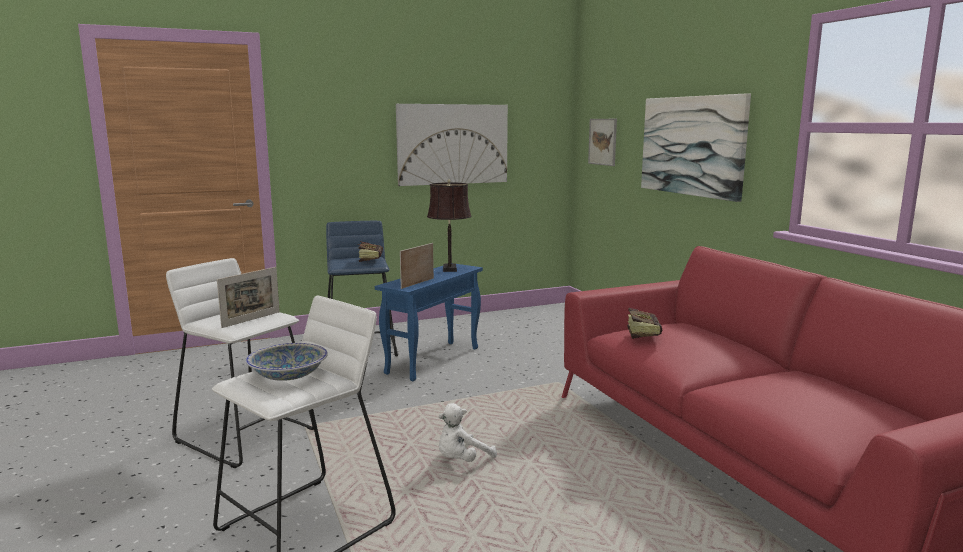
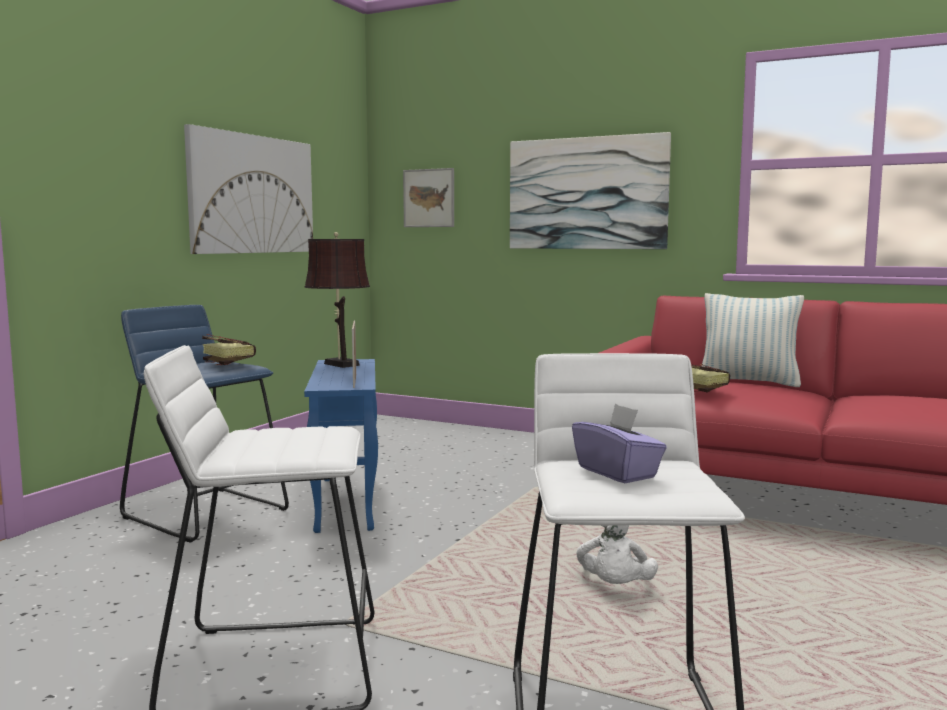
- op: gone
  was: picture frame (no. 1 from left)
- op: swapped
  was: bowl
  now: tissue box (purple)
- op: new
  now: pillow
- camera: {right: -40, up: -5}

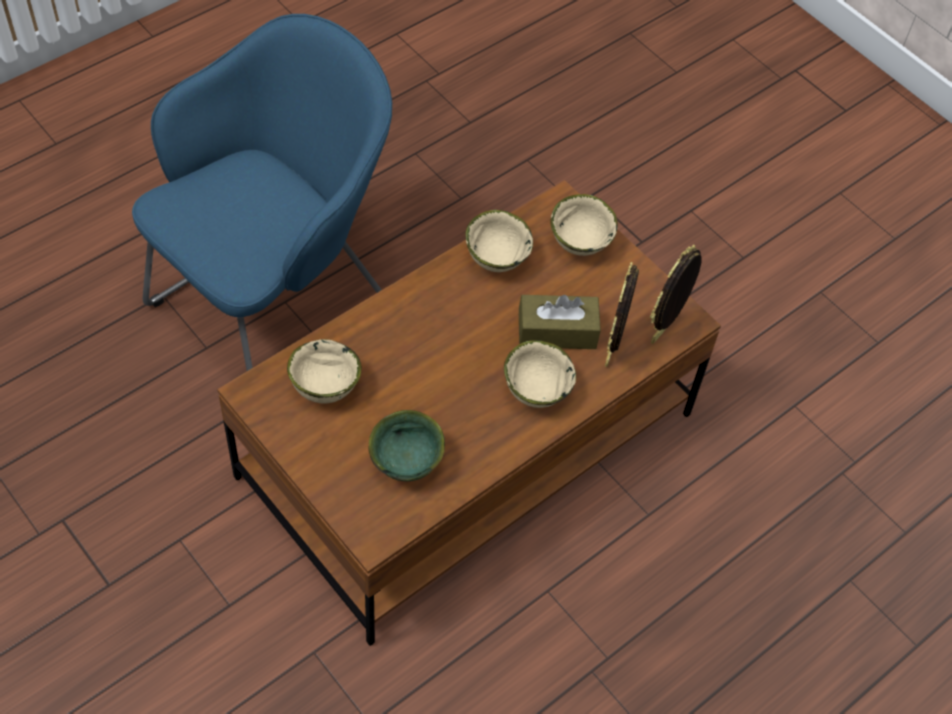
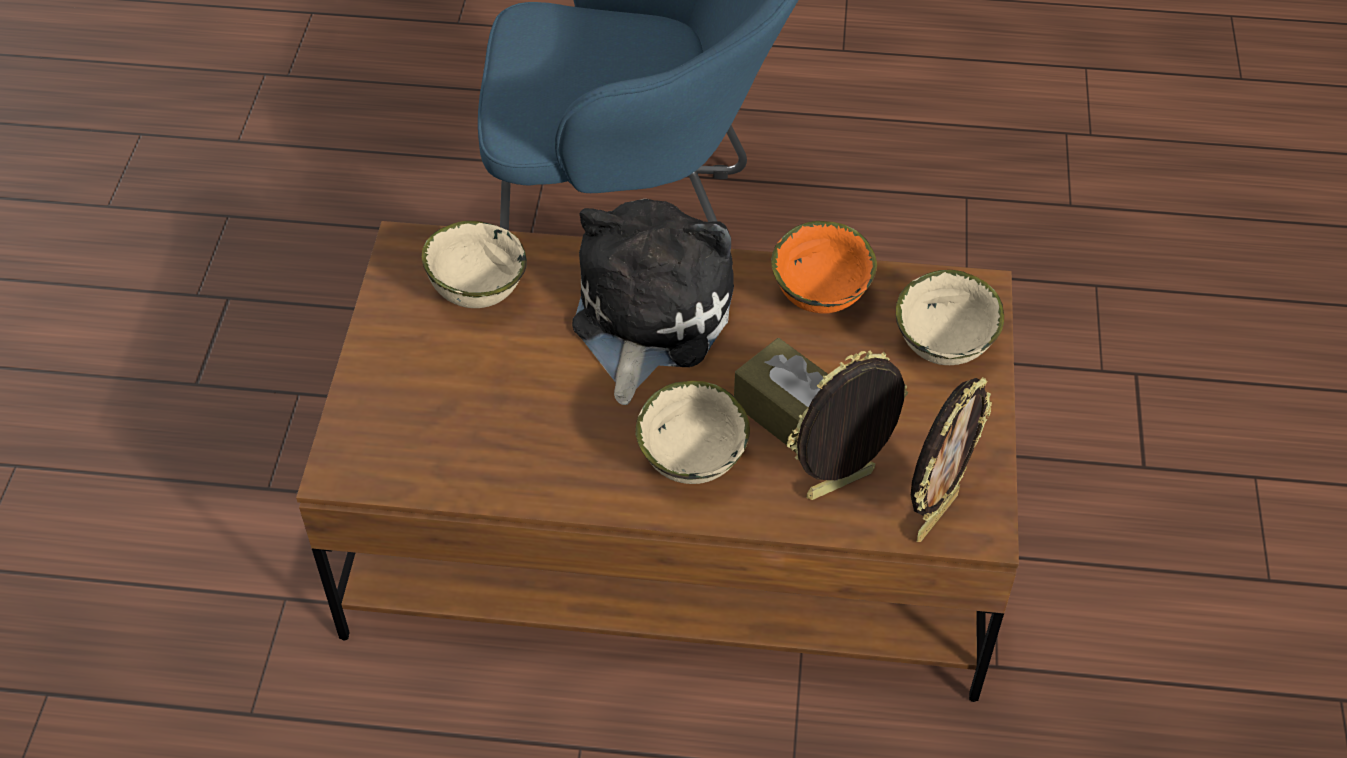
- op: repainted
  was: bowl (beige) (no. 2 from left)
  now: bowl (orange)
- op: rotated
  was: picture frame (no. 2 from left)
  clockwise: 135
- op: gone
  was: bowl (green)
- op: new
  now: plush toy
- camera: {right: 50, up: -5}

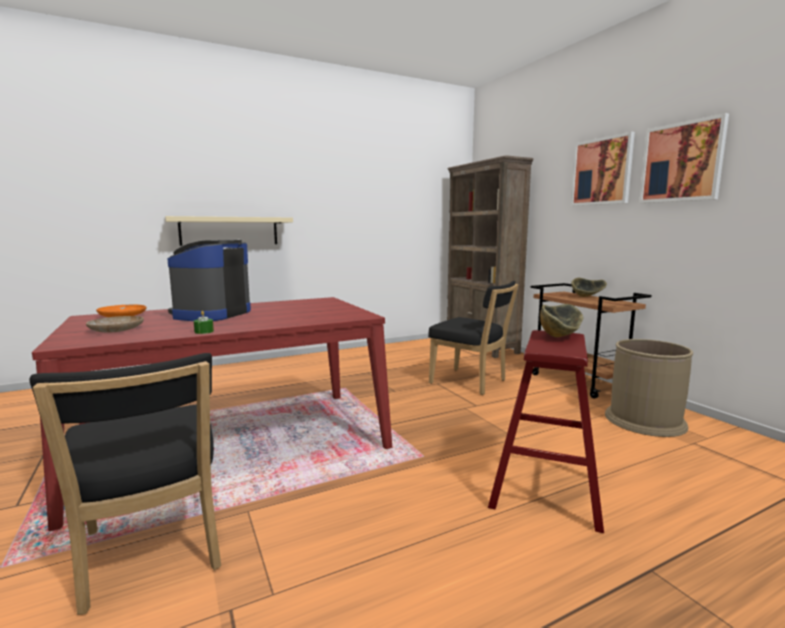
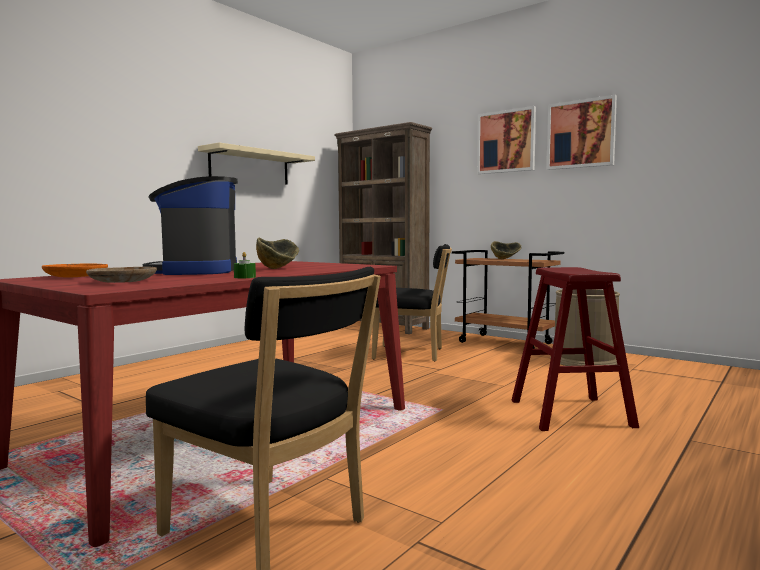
- op: shifted
  was: shelf (beige)
- op: shifted
  was: bowl (no. 1 from left)
- camera: {right: -25, up: -5}

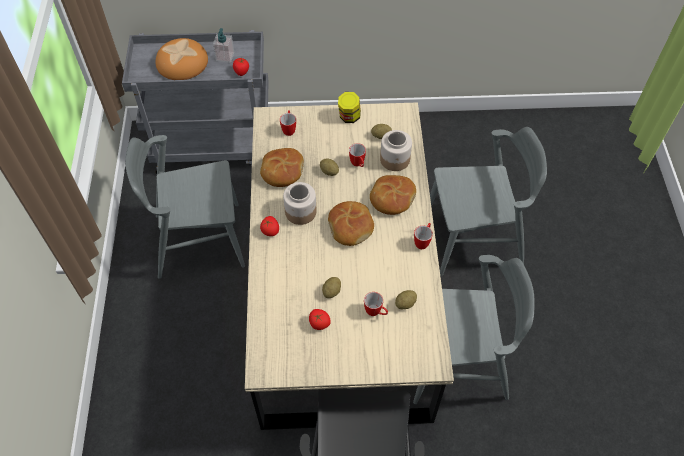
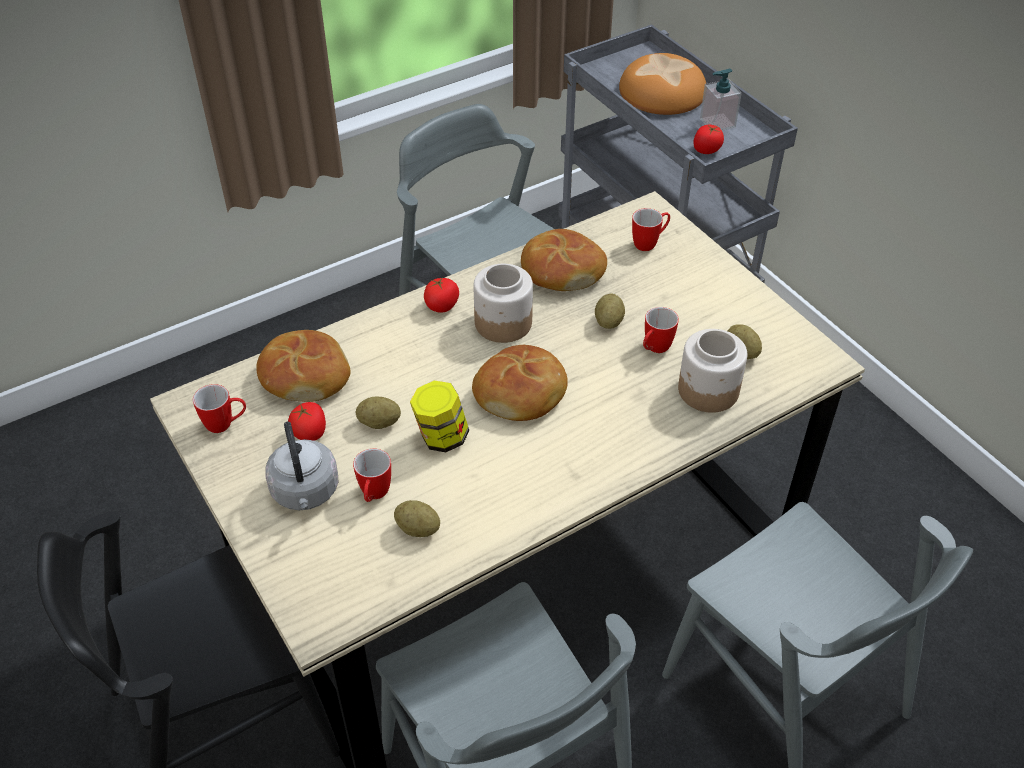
- op: shifted
  was: jar (no. 2 from left in the first image)
  now: jar (no. 1 from left)
- op: shifted
  was: bread (no. 4 from left in the first image)
  now: bread (no. 1 from left)
- op: shifted
  was: mug (no. 4 from left in the first image)
  now: mug (no. 1 from left)
- op: new
  now: kettle (grey)
- camera: {right: 60, up: -10}

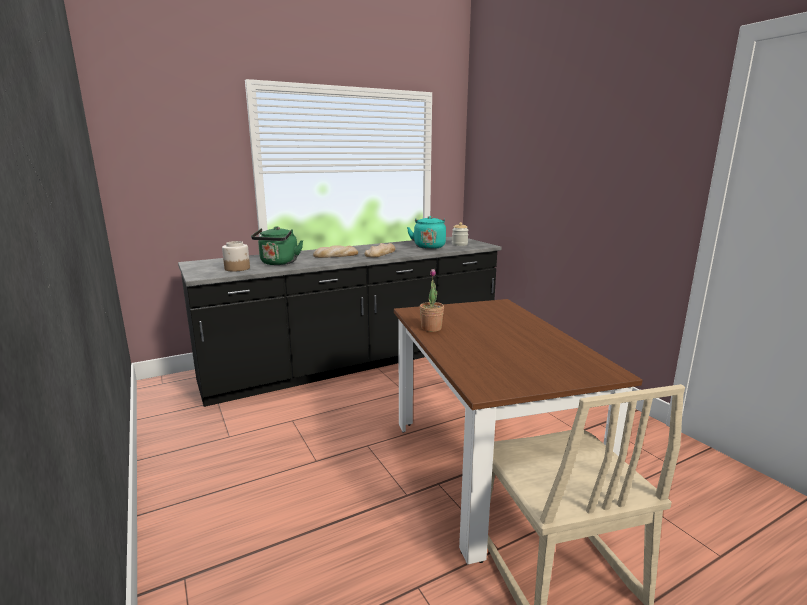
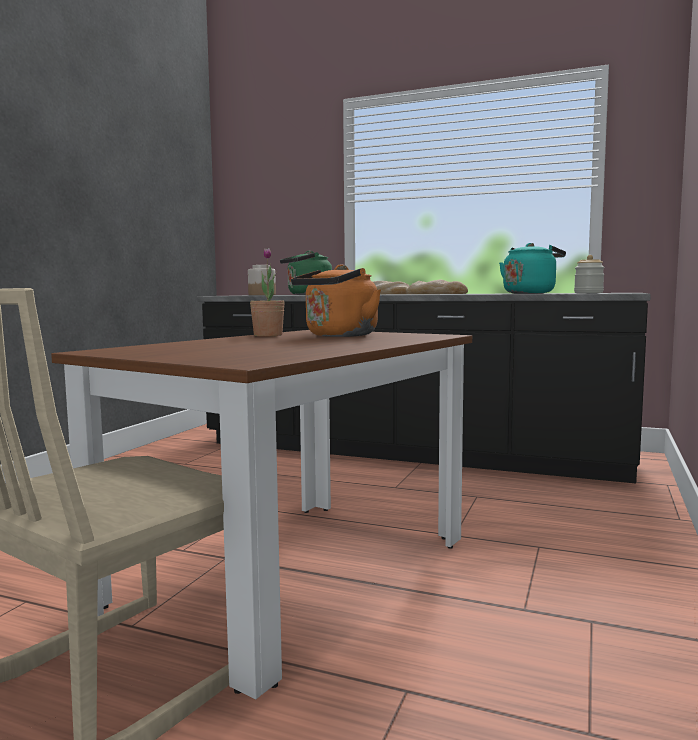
- op: new
  now: kettle (orange)
- camera: {right: 50, up: -10}

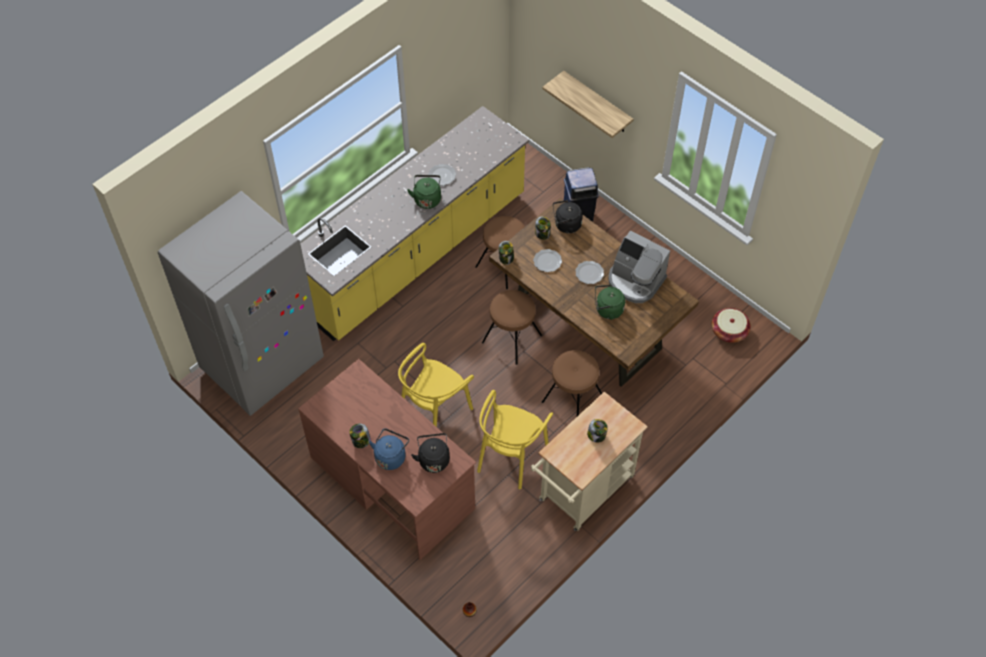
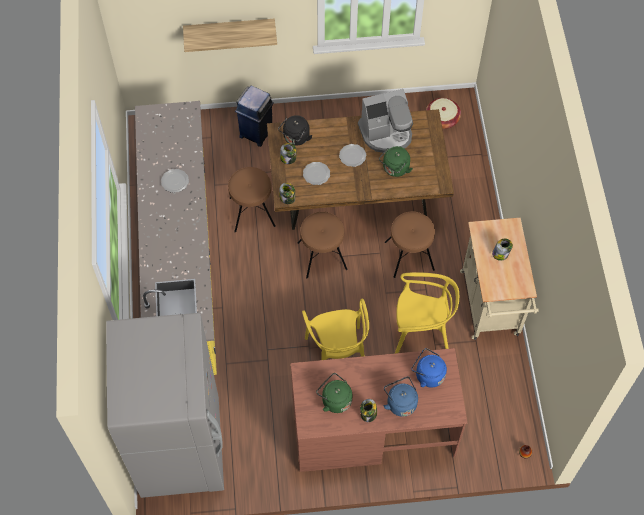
- op: shifted
  was: kettle (green) (no. 1 from left)
- op: rotated
  was: chair (yellow) (no. 2 from left)
  clockwise: -60
- op: repainted
  was: kettle (black) (no. 1 from left)
  now: kettle (blue) (no. 2 from left)
- camera: {right: -50, up: 5}

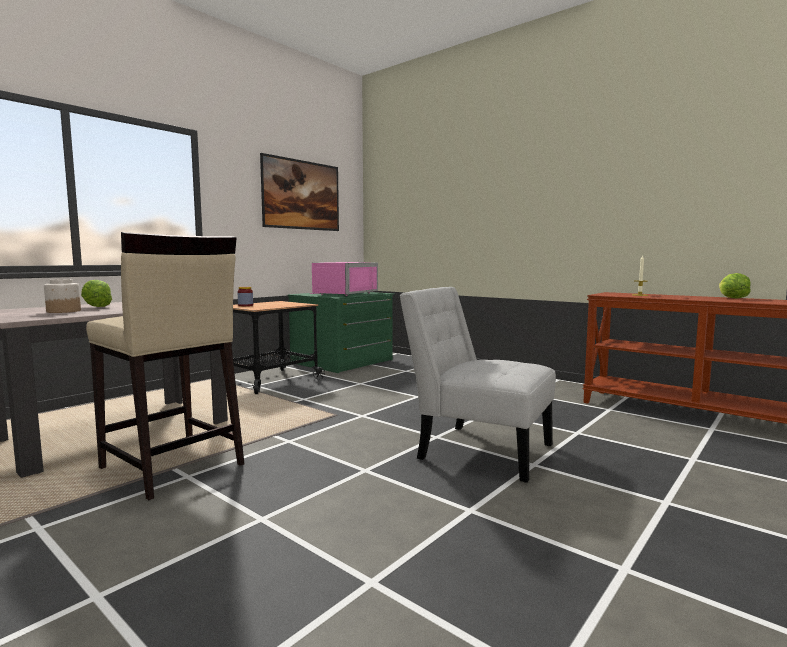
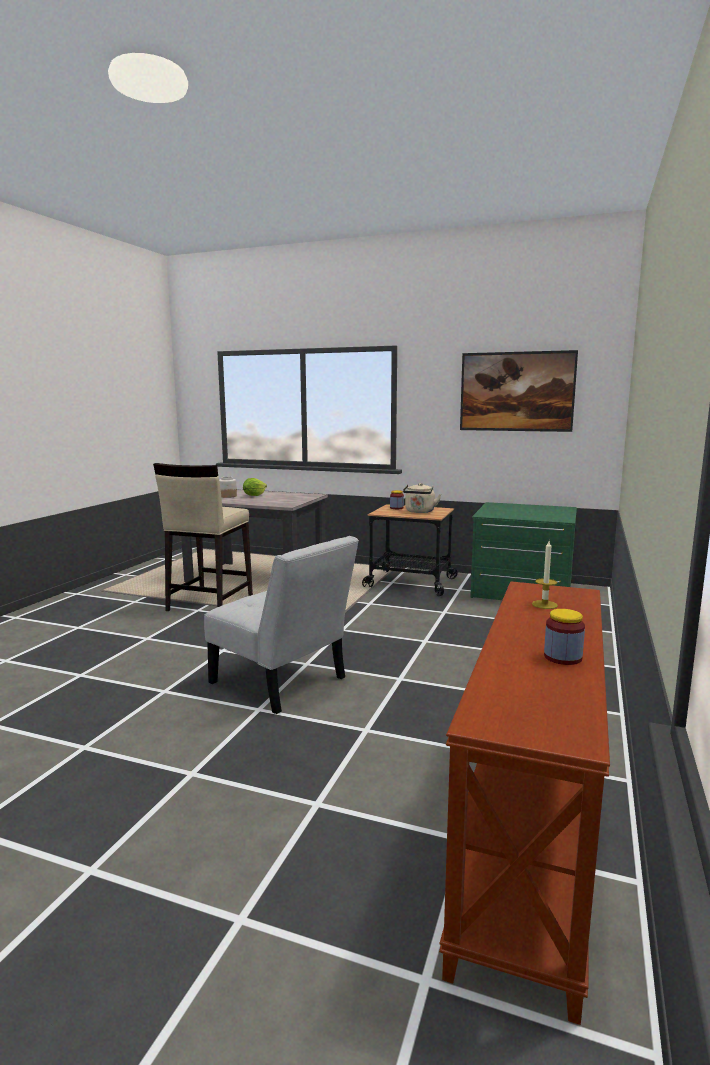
- op: gone
  was: microwave (pink)
- op: swapped
  was: lettuce (no. 2 from left)
  now: jar (no. 3 from left)
- op: rotated
  was: chair (white)
  clockwise: 120
- op: new
  now: kettle (beige)
- camera: {right: 70, up: 5}

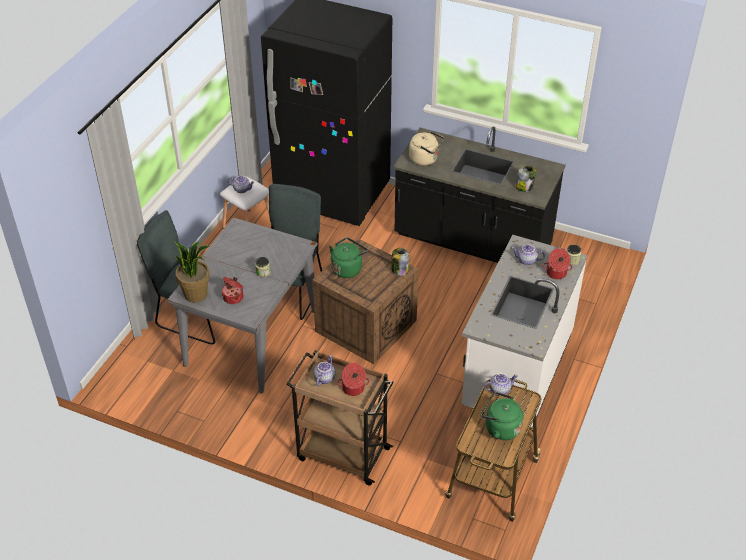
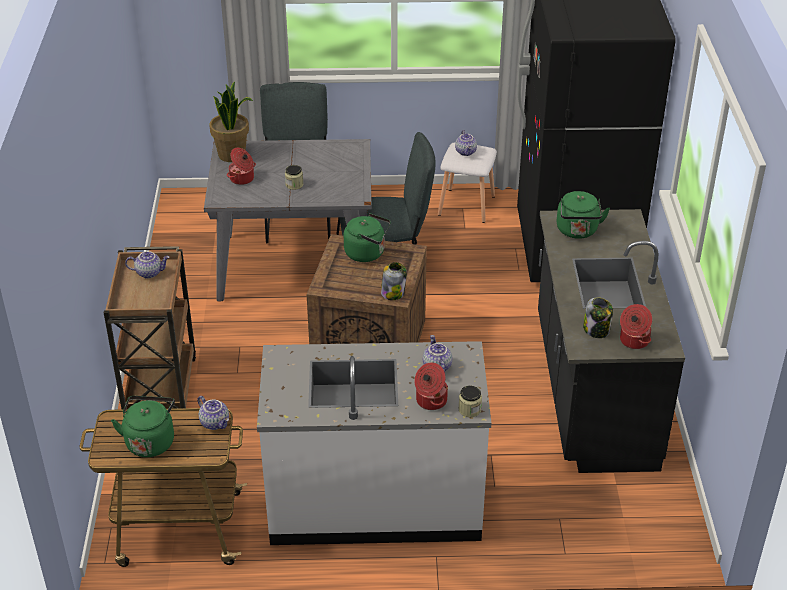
- op: repainted
  was: kettle (beige)
  now: kettle (green) (no. 3 from left)
- op: shifted
  was: cooking pot (no. 2 from left in the first image)
  now: cooking pot (no. 3 from left)
- camera: {right: 65, up: -5}

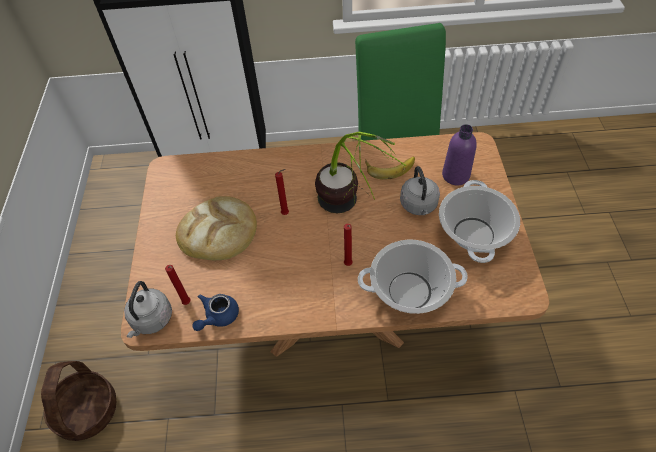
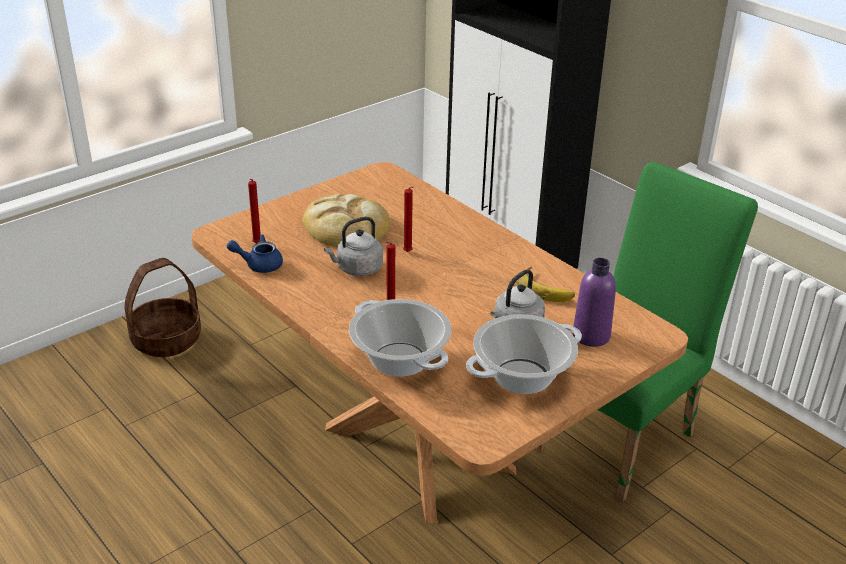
- op: gone
  was: potted plant
- op: shifted
  was: kettle (grey) (no. 1 from left)
- camera: {right: 50, up: -20}

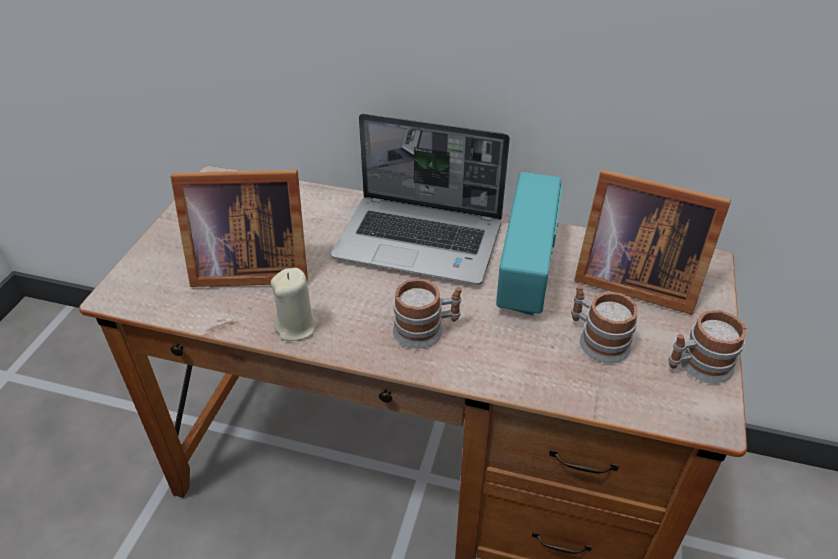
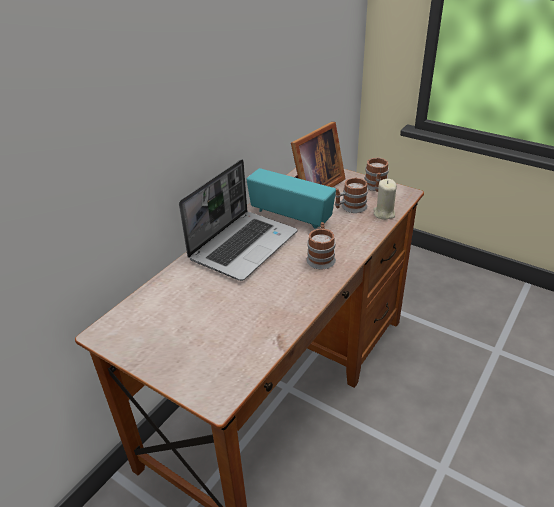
- op: gone
  was: picture frame (no. 1 from left)
- op: shifted
  was: candle (beige)
- camera: {right: -70, up: -5}

